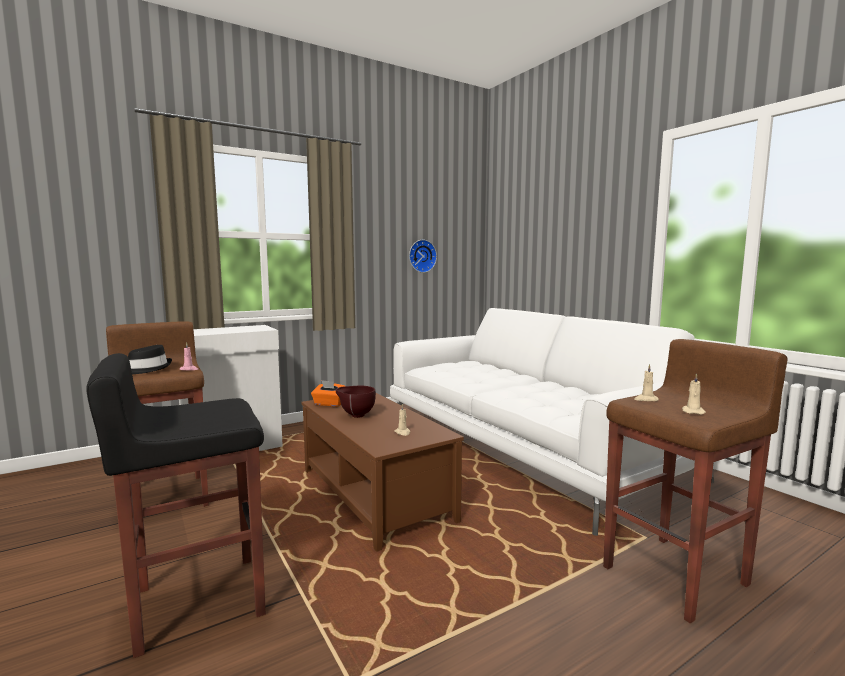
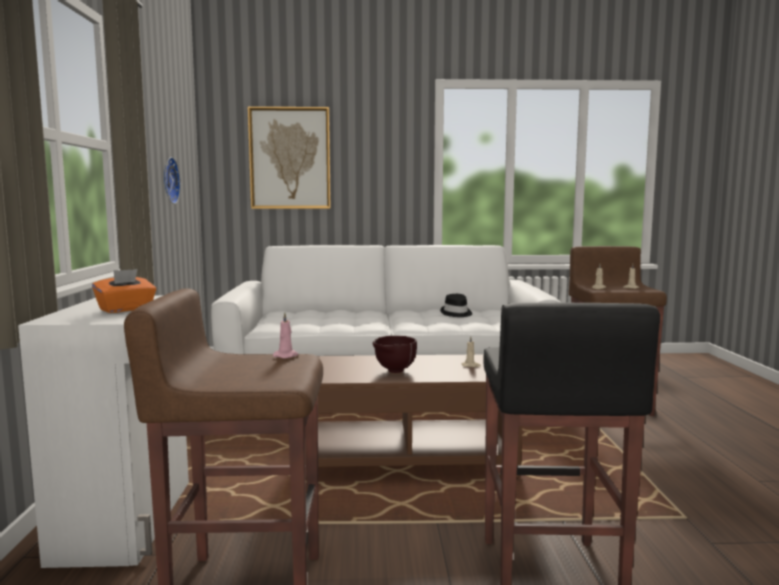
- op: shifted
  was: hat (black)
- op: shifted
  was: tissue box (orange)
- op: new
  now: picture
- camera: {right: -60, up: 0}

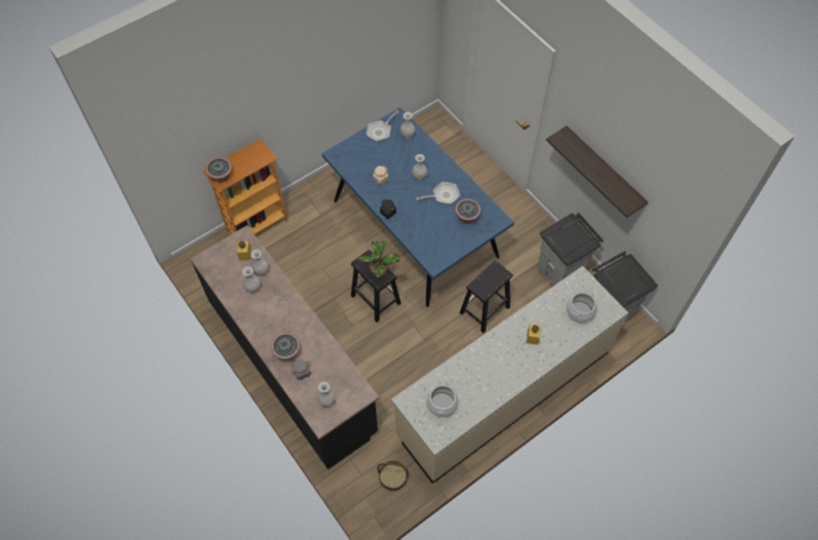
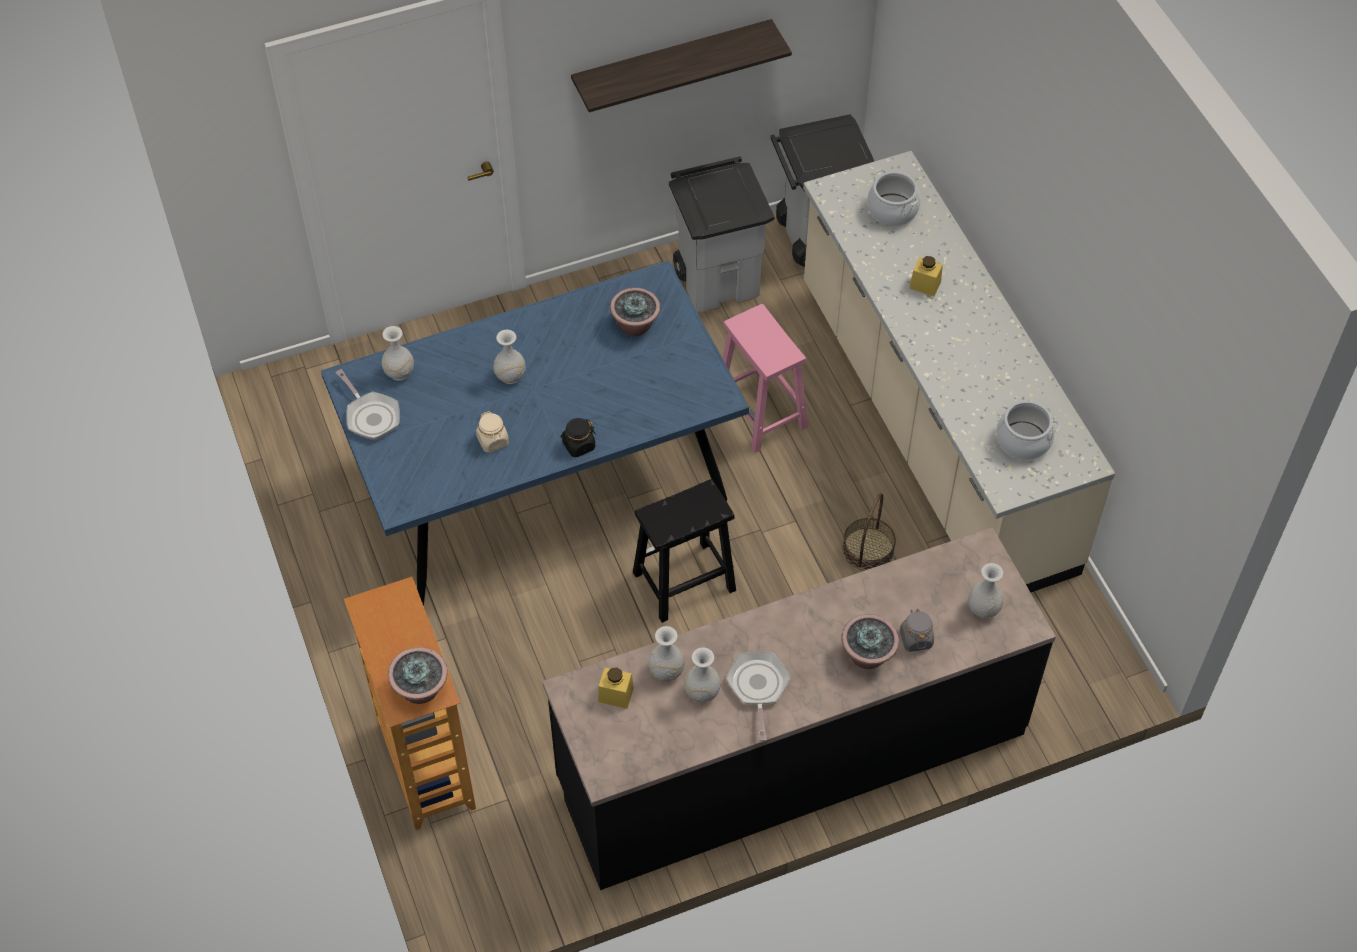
- op: shifted
  was: frying pan (no. 2 from left)
- op: gone
  was: potted plant (no. 3 from left)
- op: repainted
  was: stool (black) (no. 2 from left)
  now: stool (pink)
- op: shifted
  was: basket
- camera: {right: -75, up: -5}

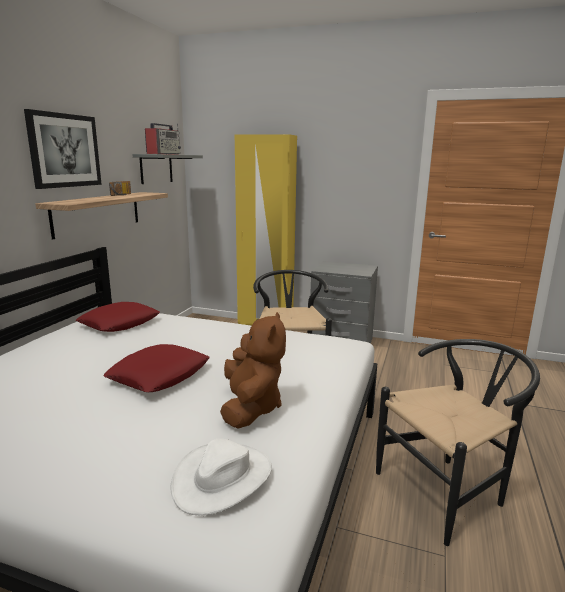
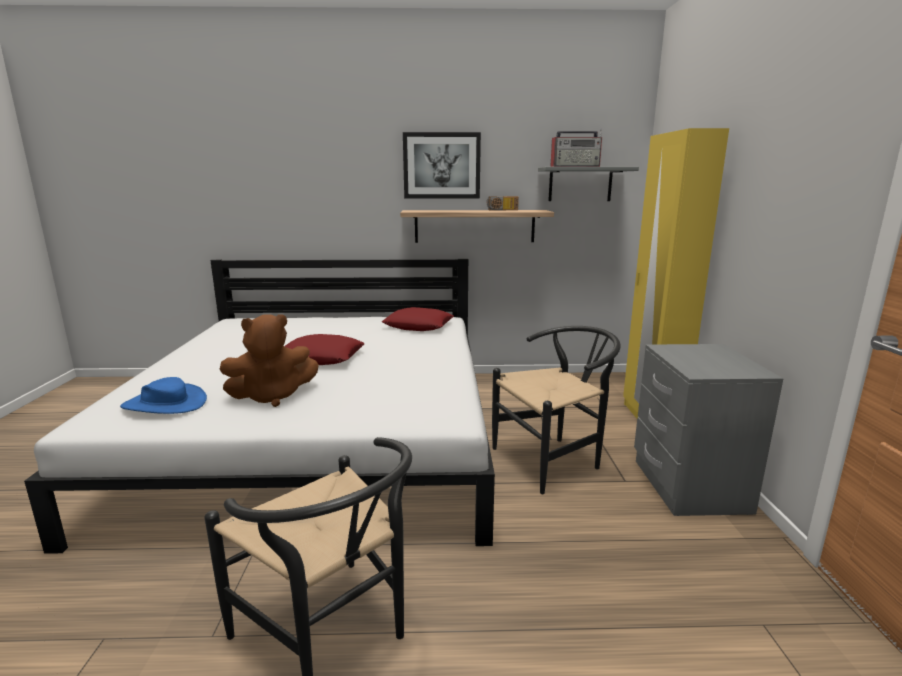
- op: repainted
  was: hat (white)
  now: hat (blue)
- camera: {right: 70, up: 0}

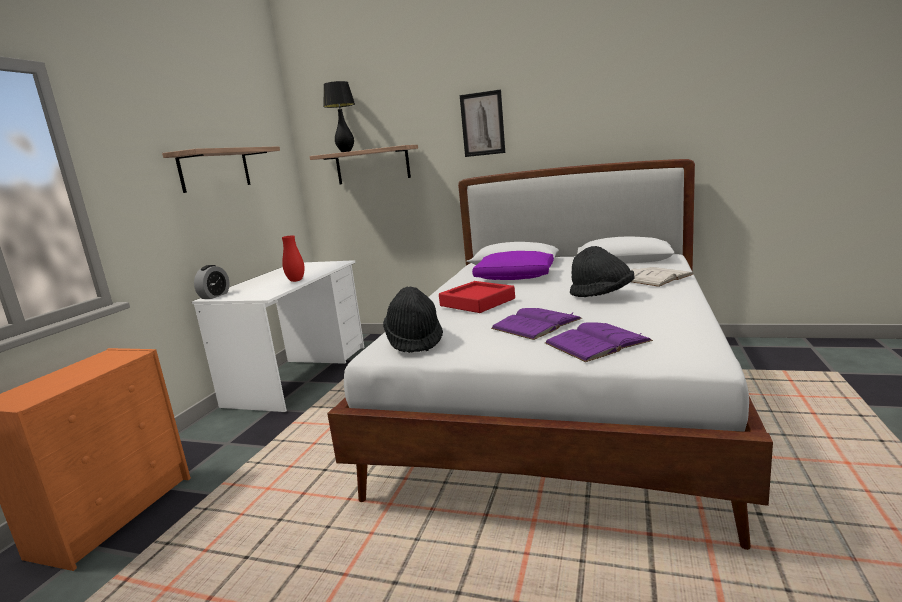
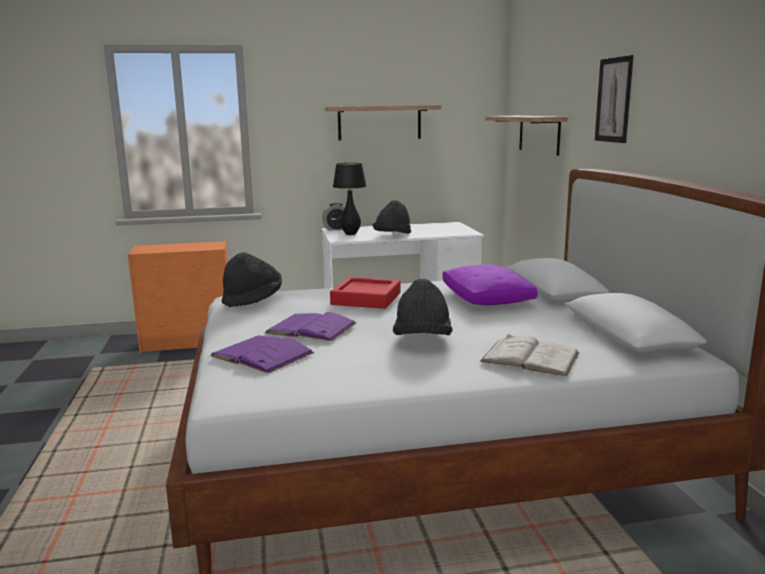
- op: shifted
  was: table lamp (black)
- op: swapped
  was: vase (red)
  now: hat (black) (no. 2 from left)
- camera: {right: 60, up: 0}

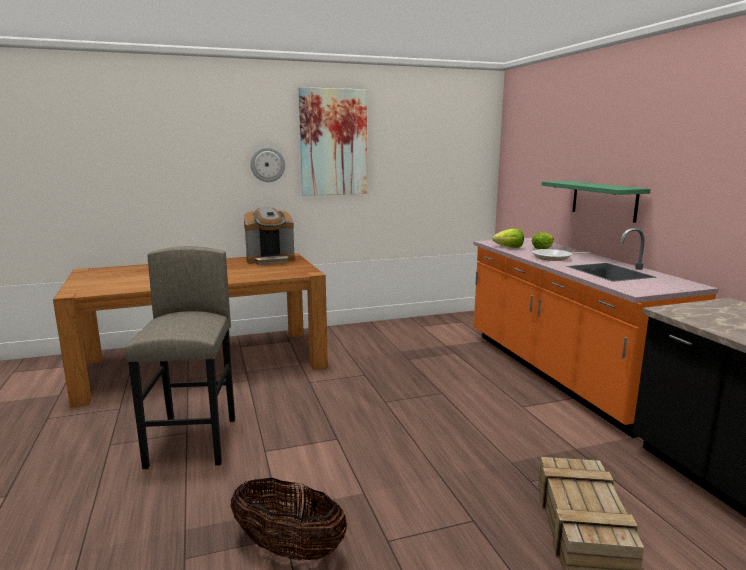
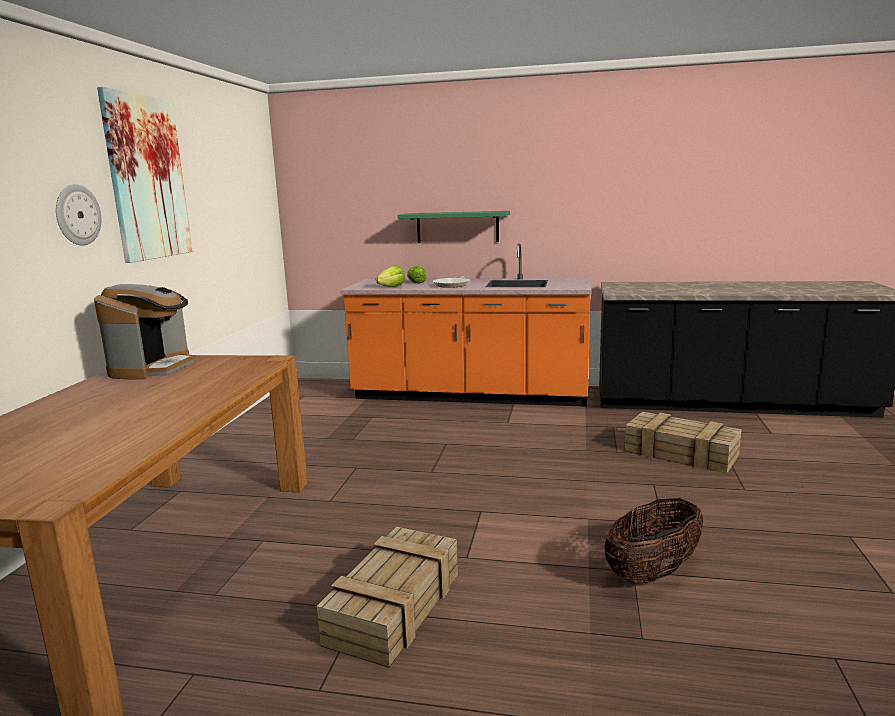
- op: swapped
  was: stool (grey)
  now: crate (no. 1 from left)
- camera: {right: -60, up: 0}

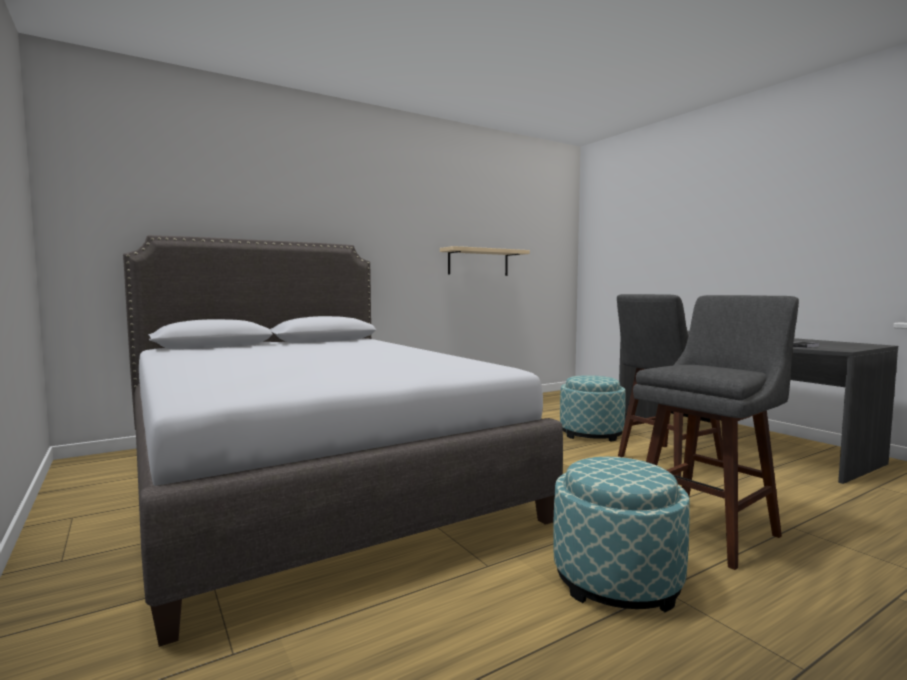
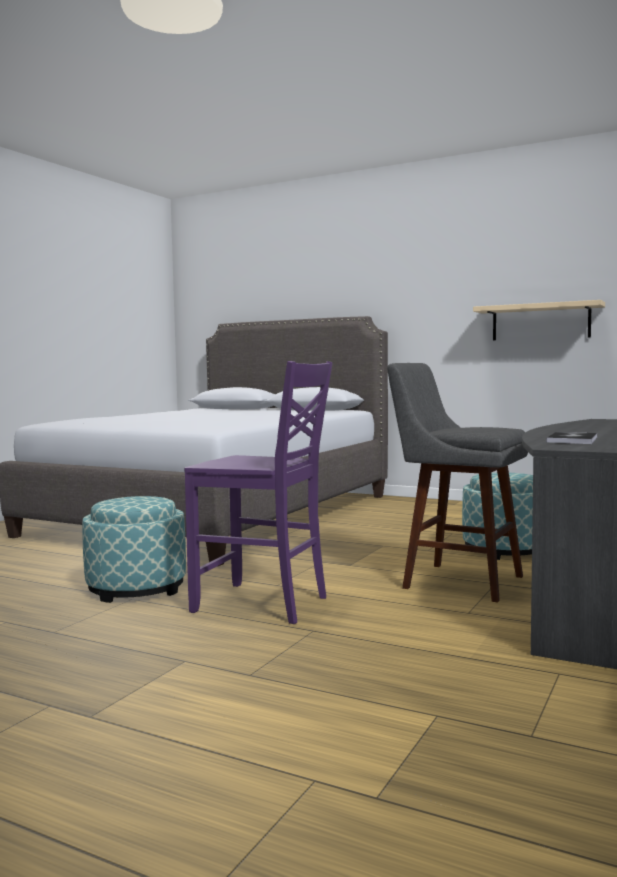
- op: swapped
  was: stool (grey) (no. 2 from left)
  now: chair (purple)
- camera: {right: 60, up: 0}

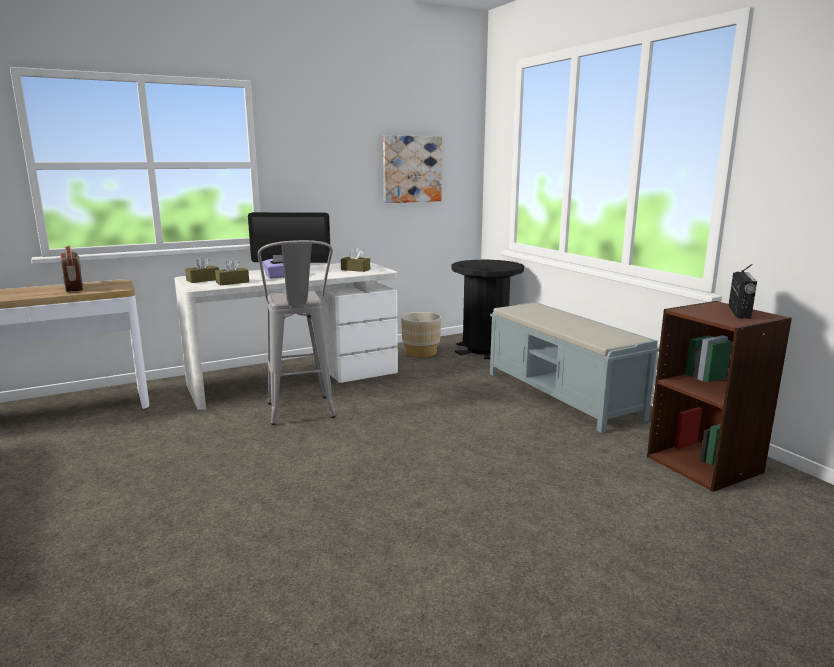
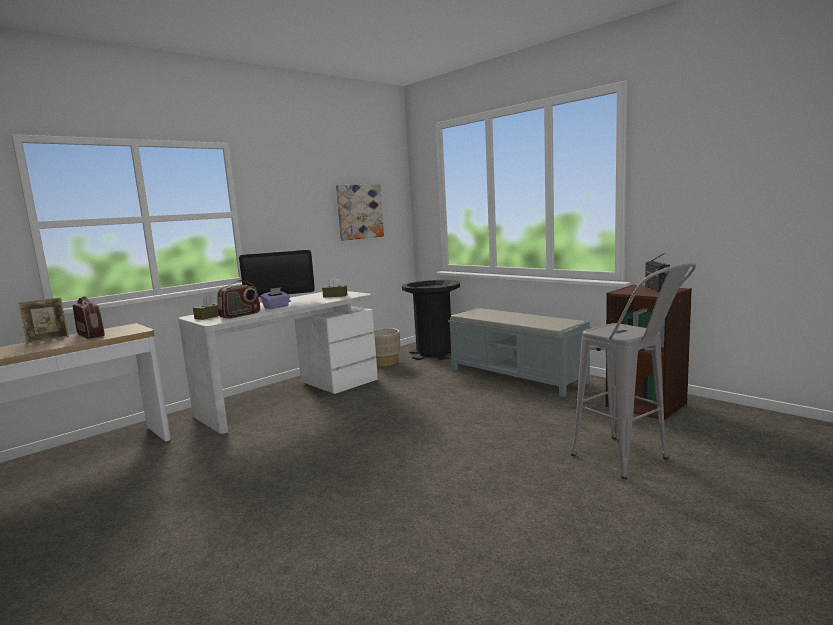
- op: shifted
  was: stool (grey)
- op: swapped
  was: tissue box (brown) (no. 2 from left)
  now: radio (no. 2 from left)
- op: new
  now: picture frame
- camera: {right: -15, up: -5}

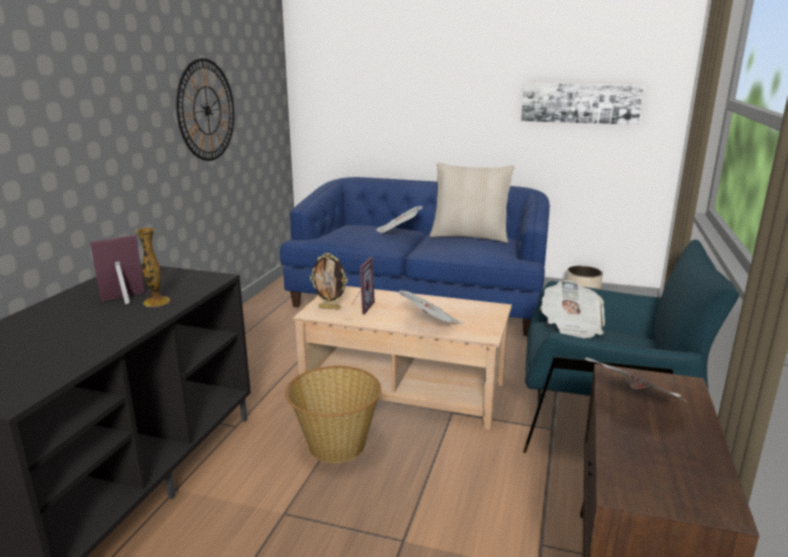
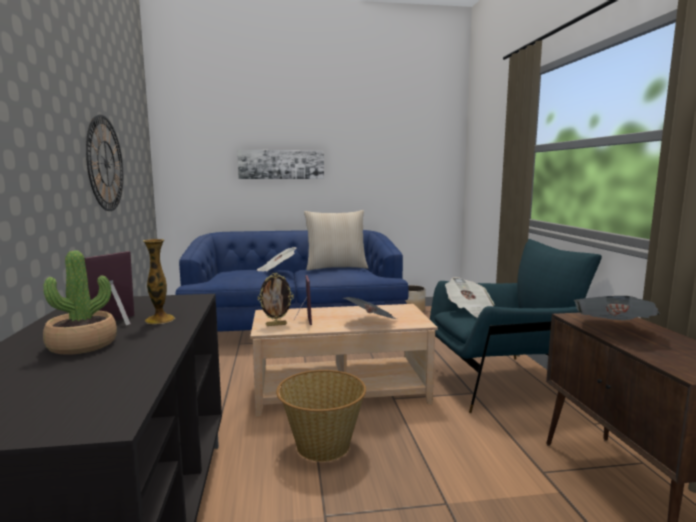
- op: shifted
  was: picture
- op: new
  now: potted plant
- camera: {right: -25, up: -10}

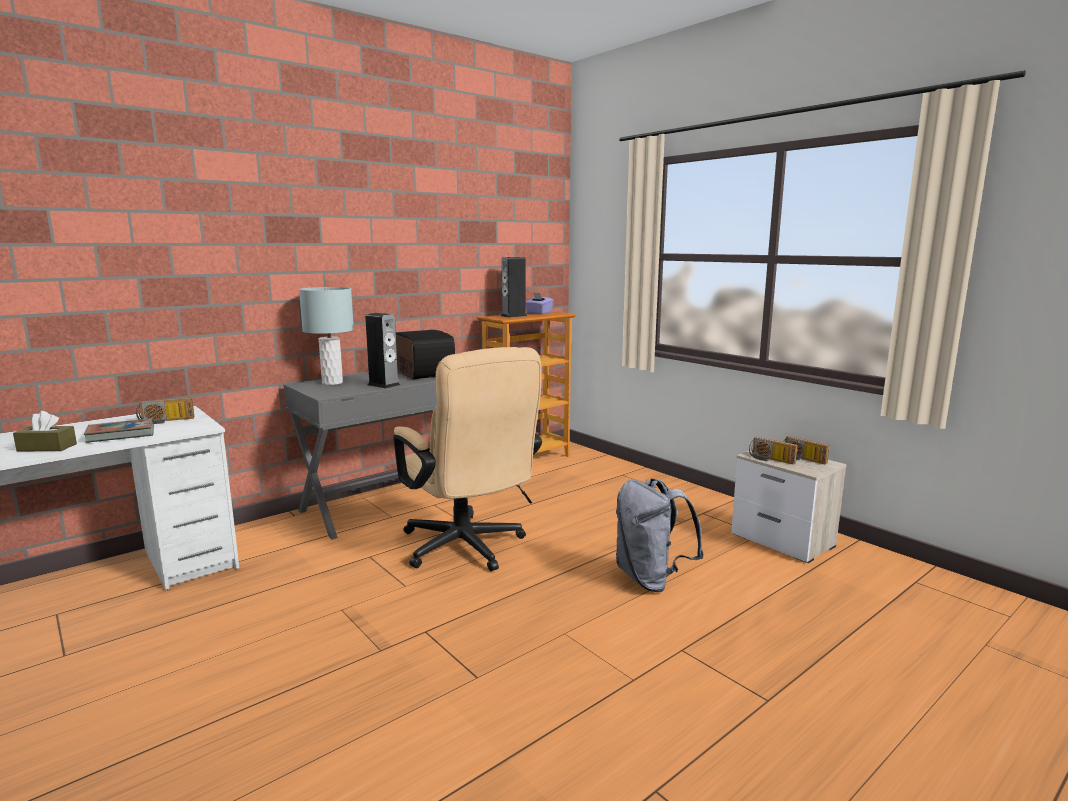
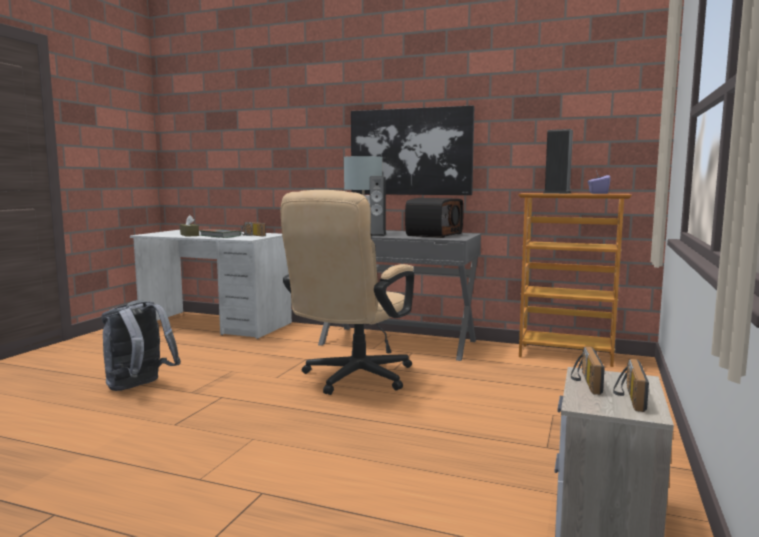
- op: shifted
  was: backpack (grey)
- op: new
  now: picture
- camera: {right: 60, up: -5}

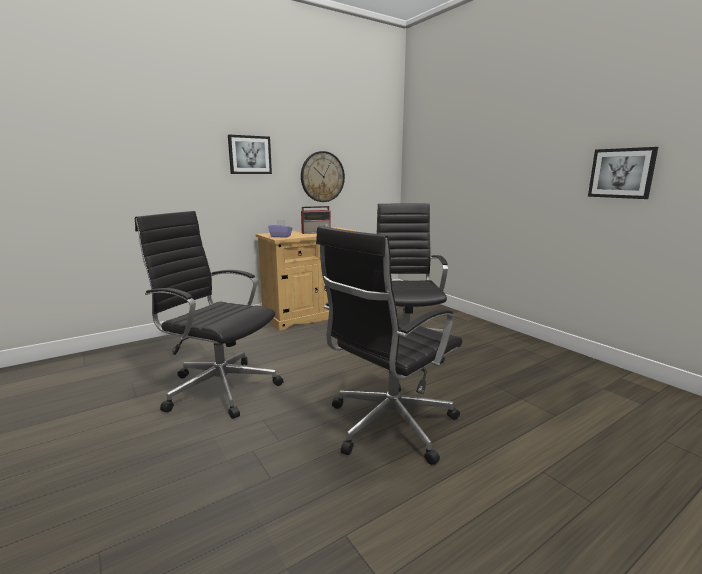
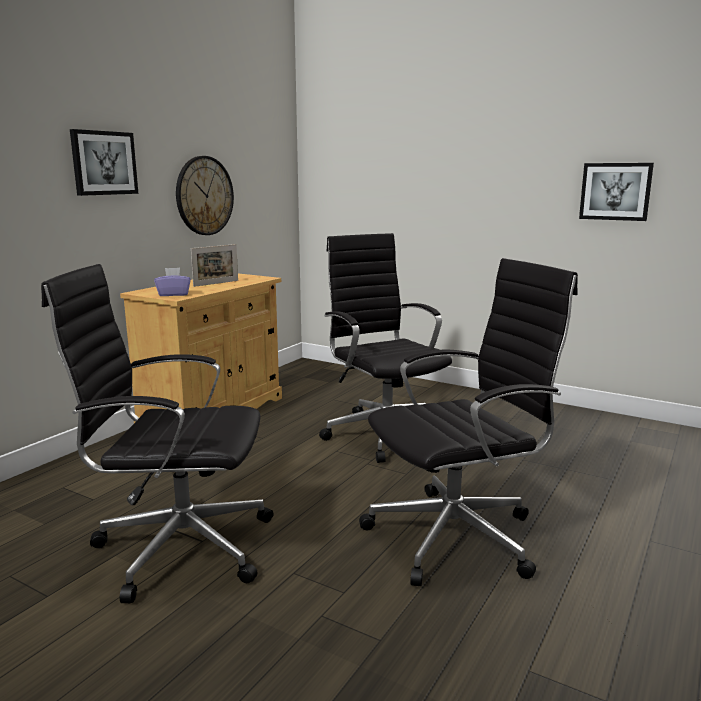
- op: swapped
  was: radio
  now: picture frame
- op: rotated
  was: office chair (black) (no. 2 from left in the first image)
  clockwise: -135
- camera: {right: -25, up: 0}

